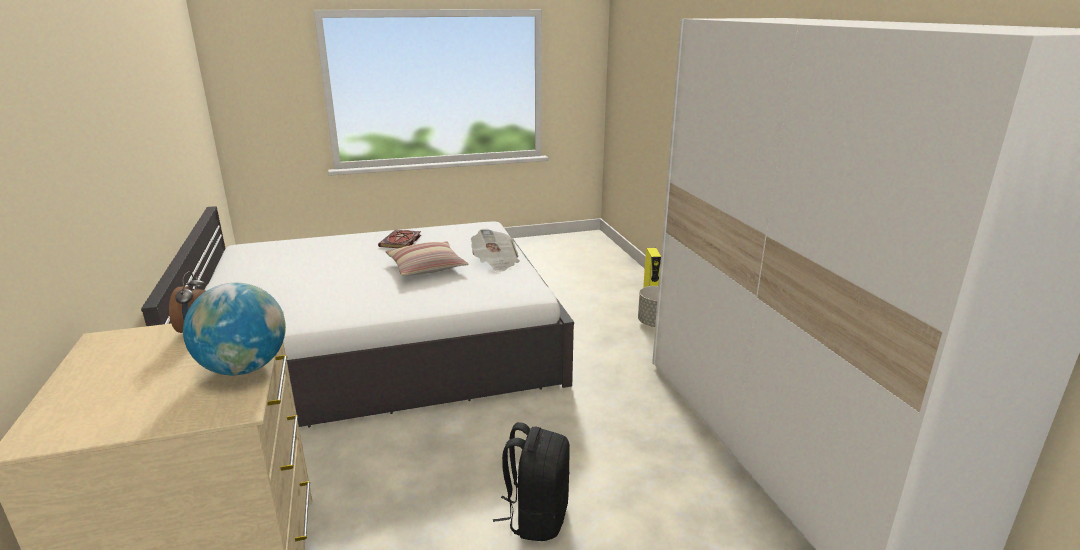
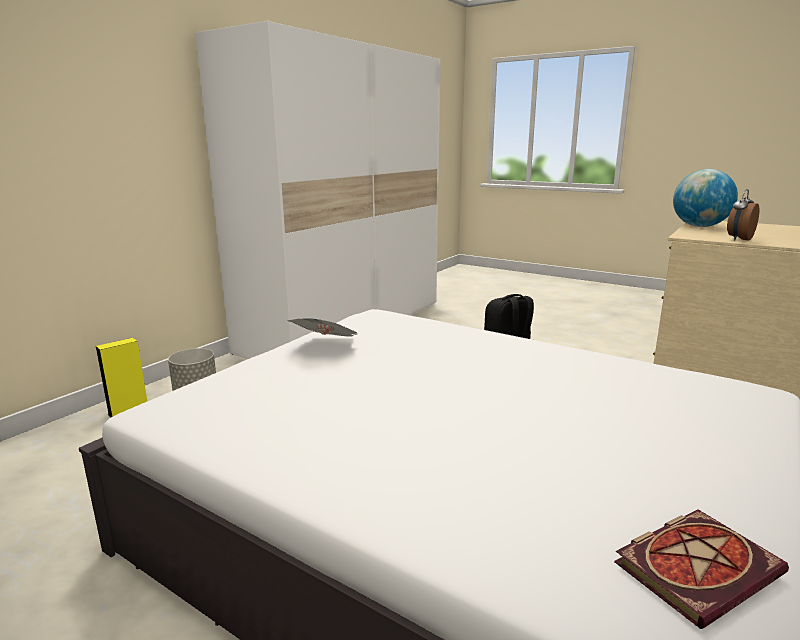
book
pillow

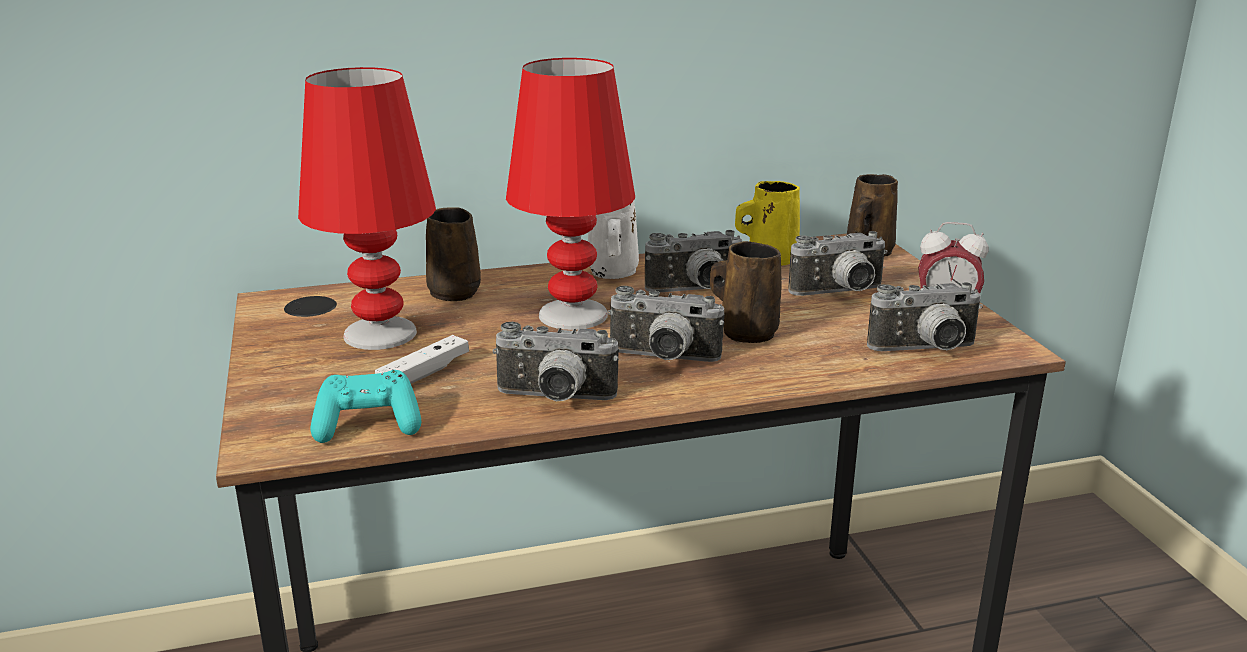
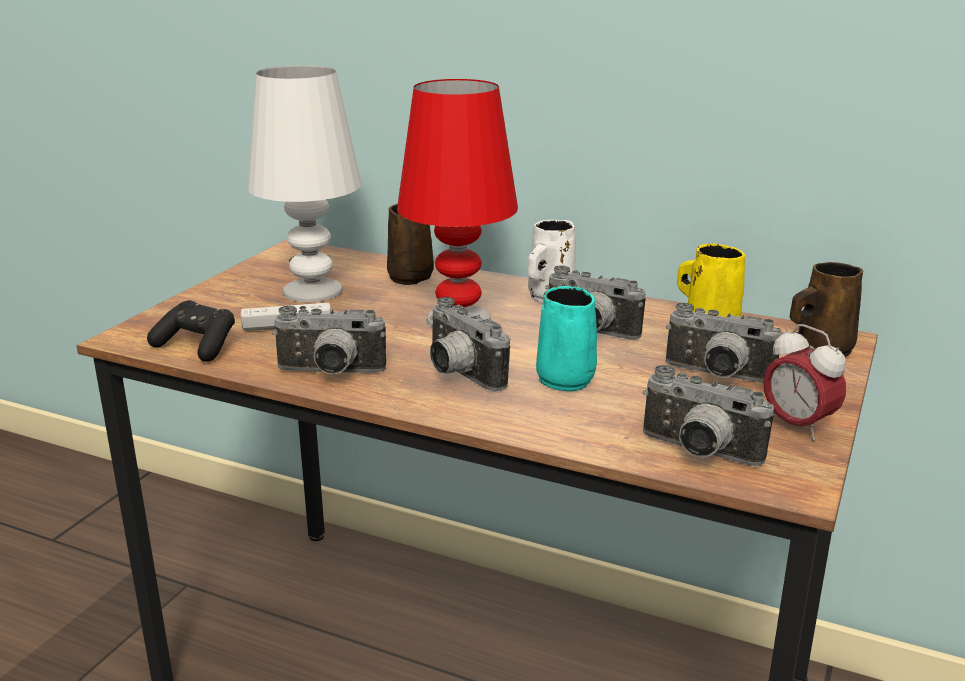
black game controller
white table lamp
photo camera (1st from left)
turquoise mug

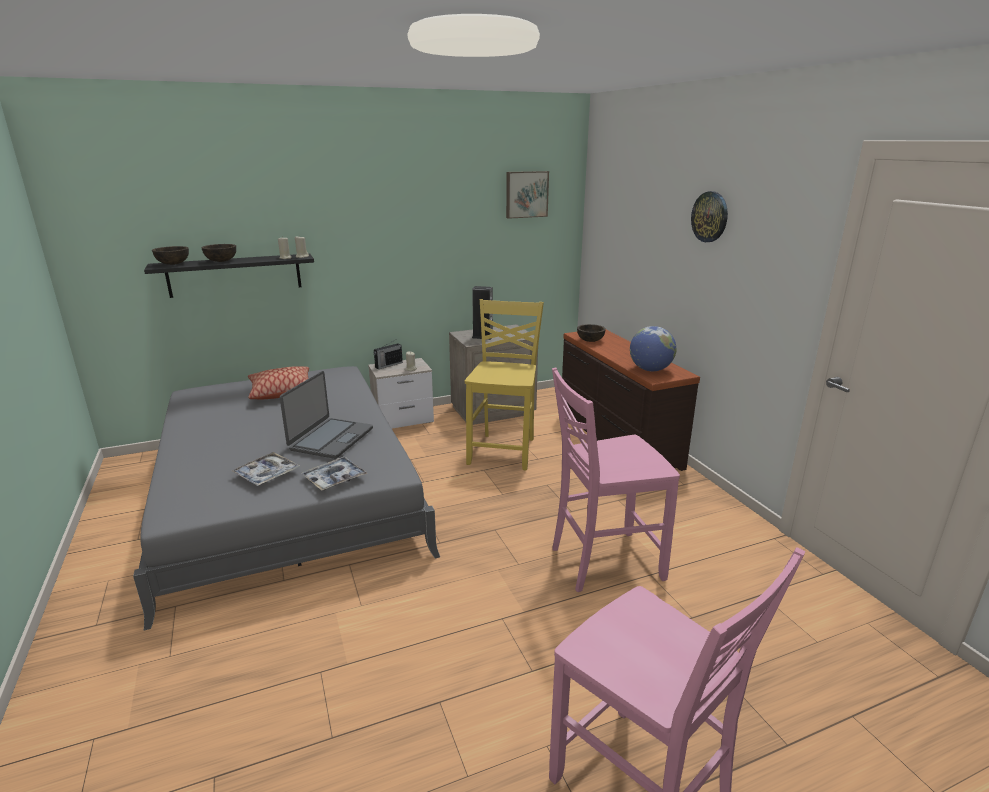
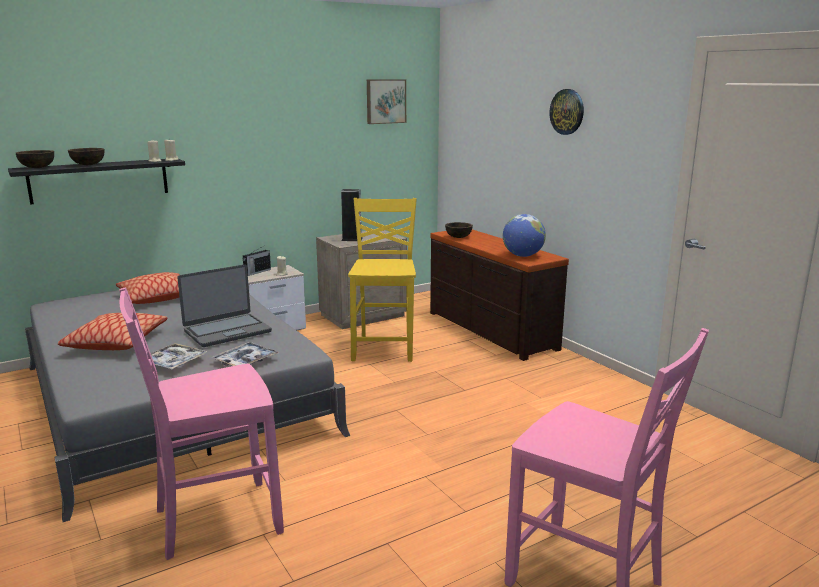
pillow (1st from left)
pink chair (1st from left)
laptop

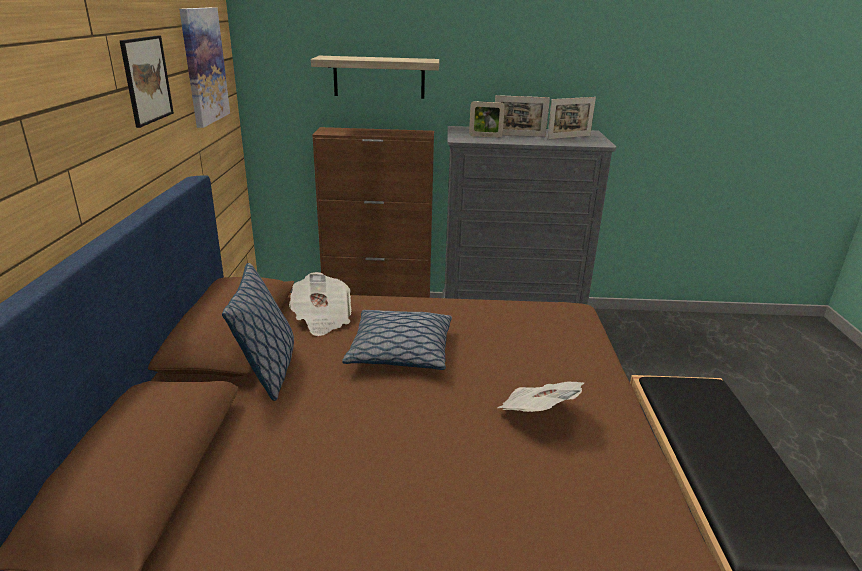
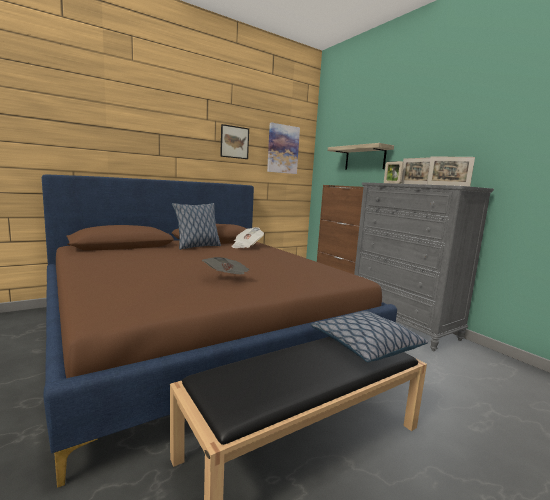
pillow (2nd from left)

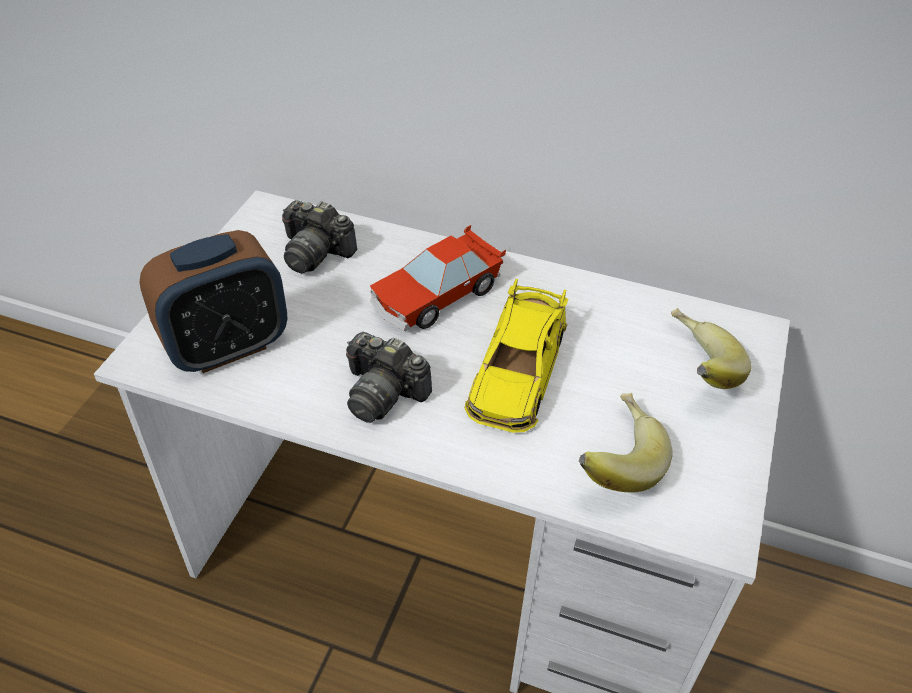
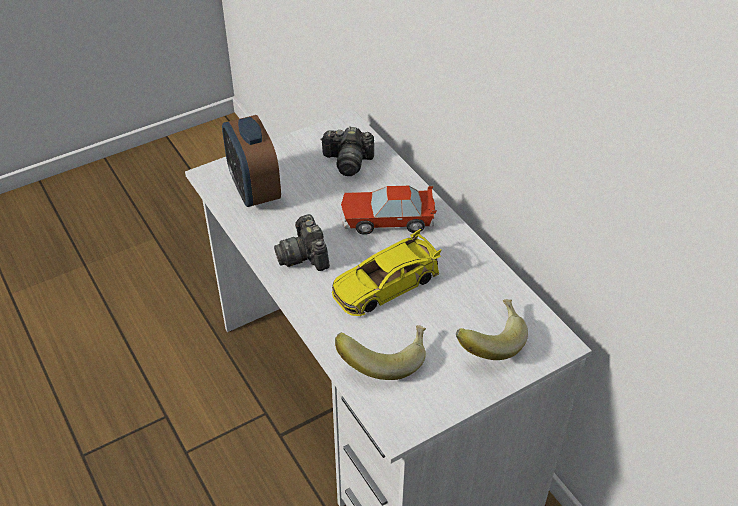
alarm clock
photo camera (2nd from left)

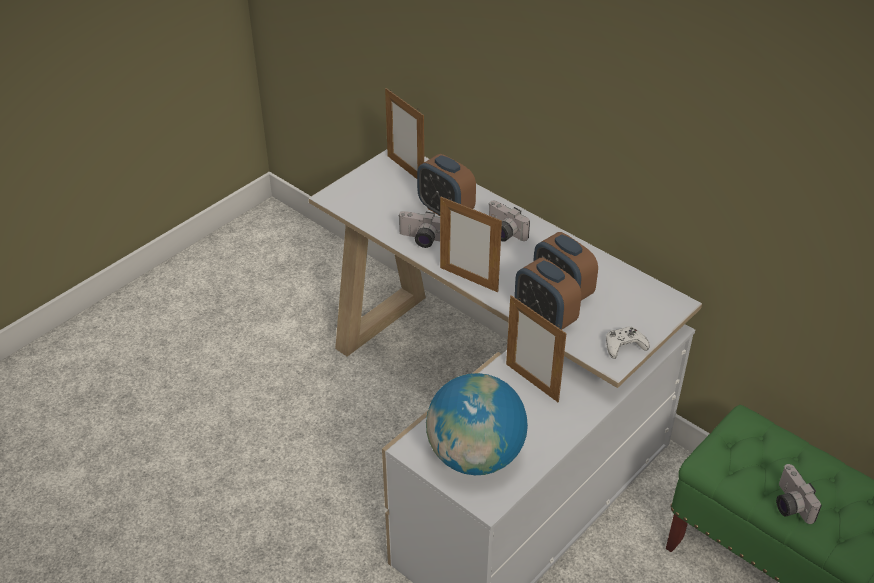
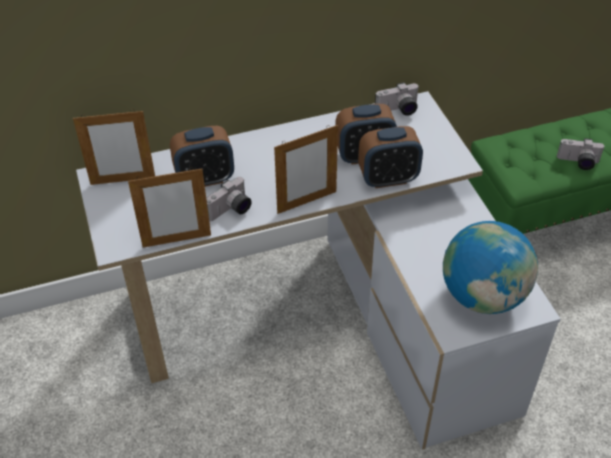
picture frame (2nd from left)
photo camera (2nd from left)
white game controller

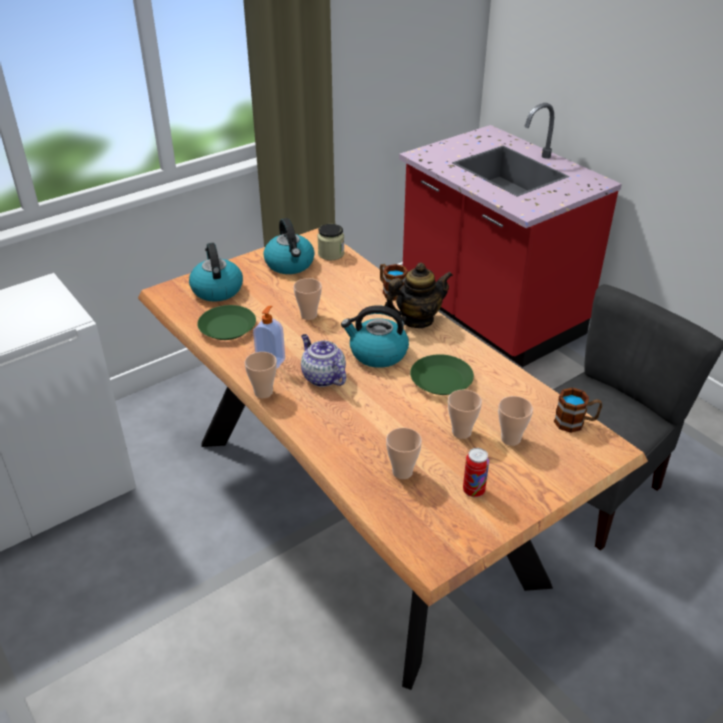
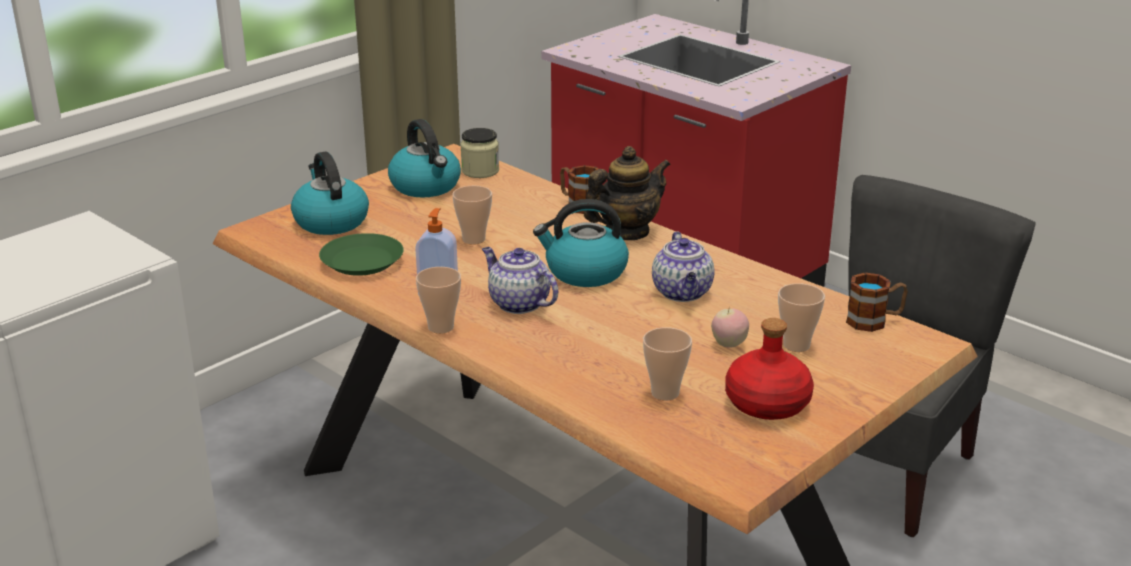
teapot (3rd from left)
apple
red bottle

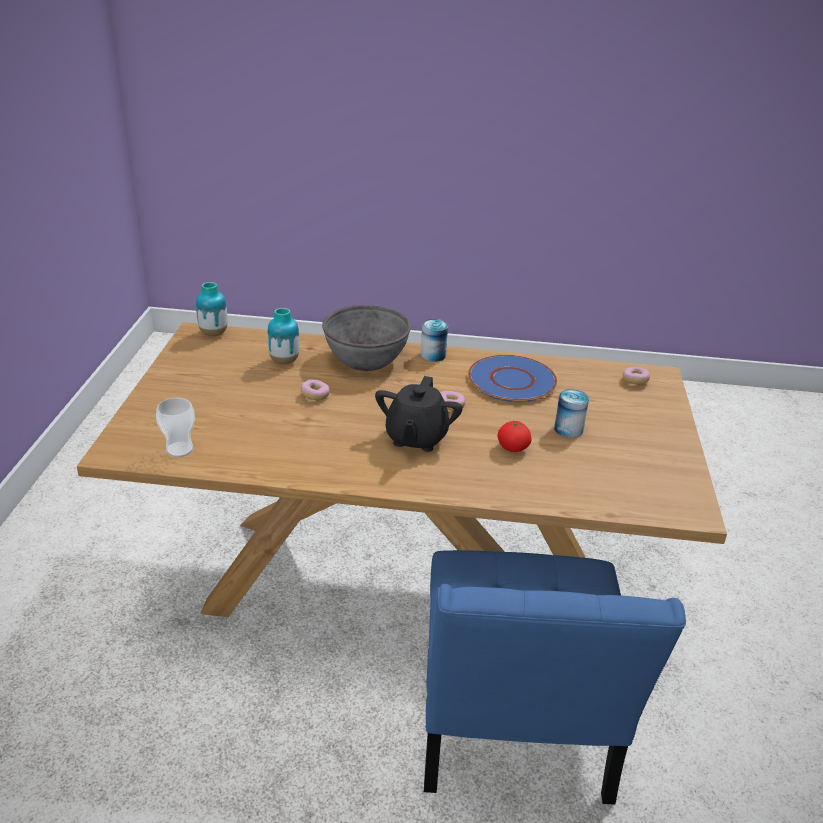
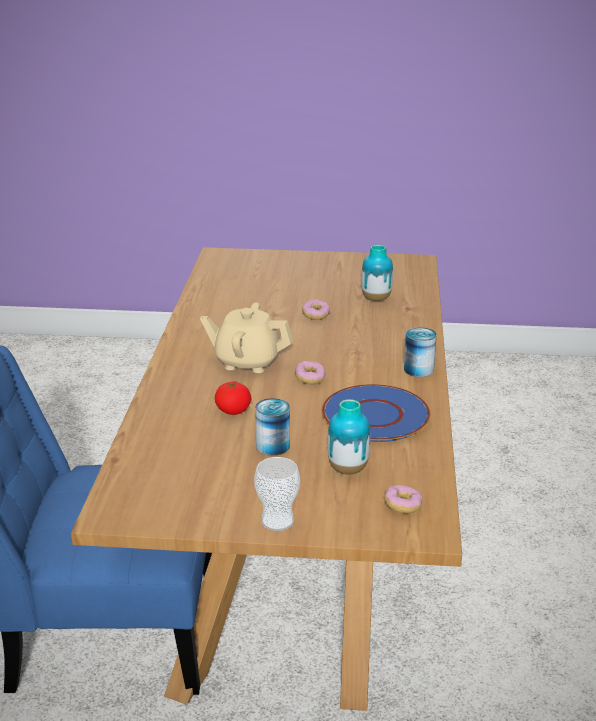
beige teapot
cup
vase (1st from left)
grey bowl

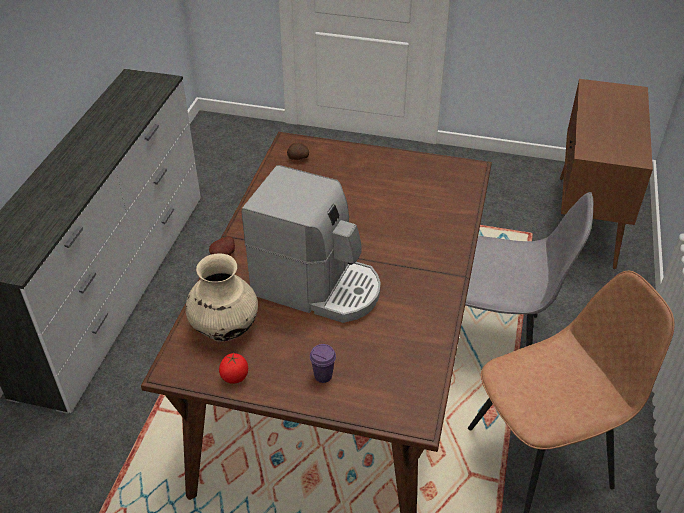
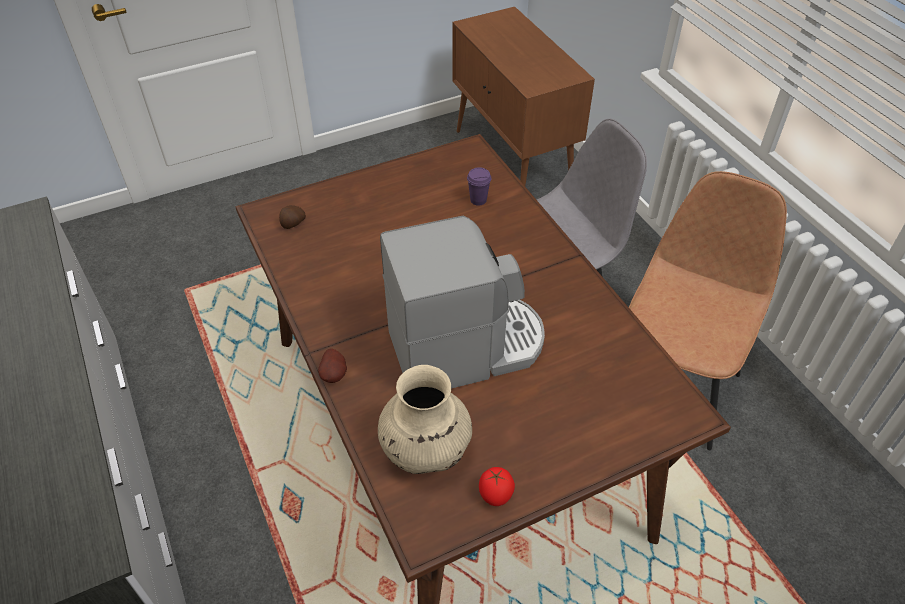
purple cup

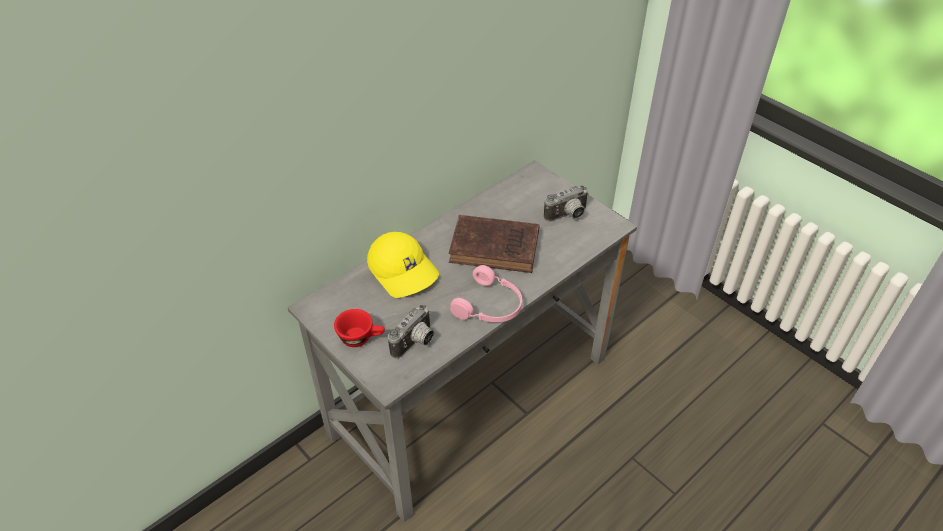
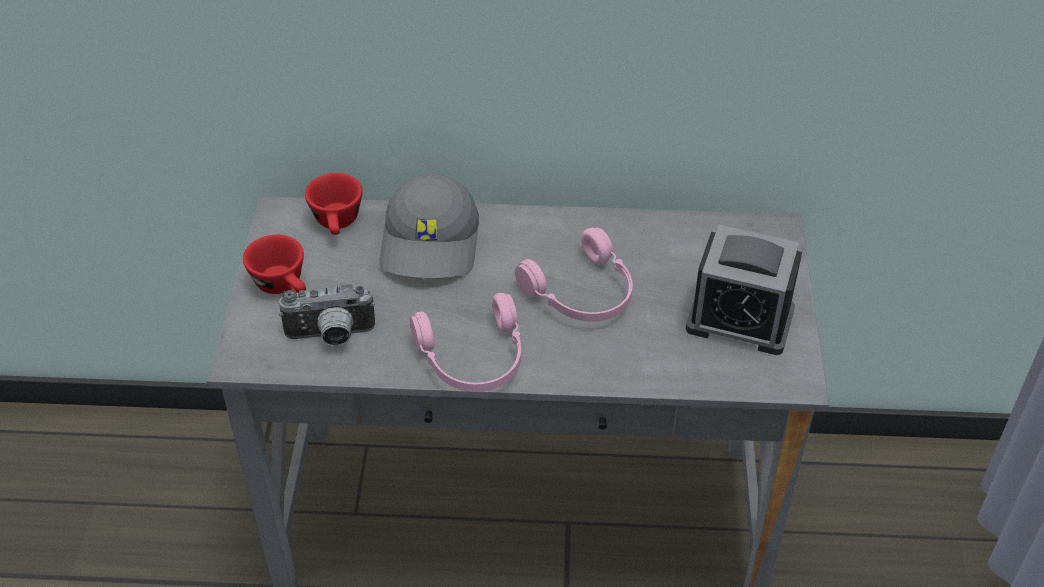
red cup (2nd from left)
grey cap
pink headphones (2nd from left)
alarm clock

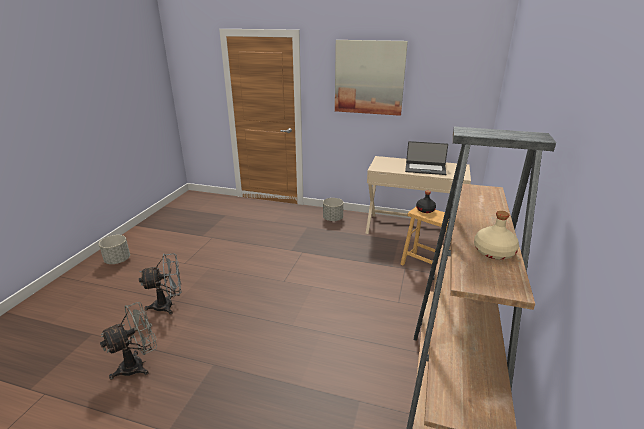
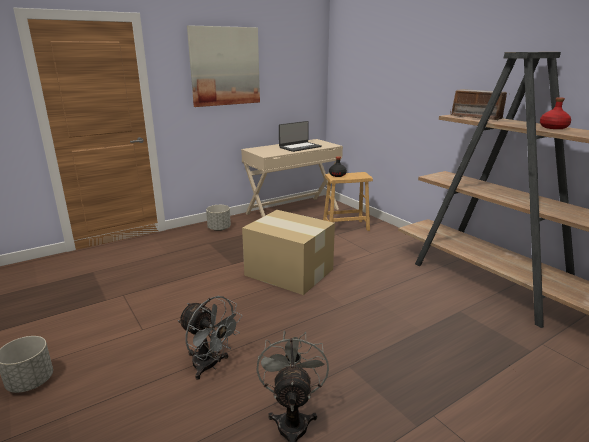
grey fan (1st from left)
cardboard box
radio
red bottle

